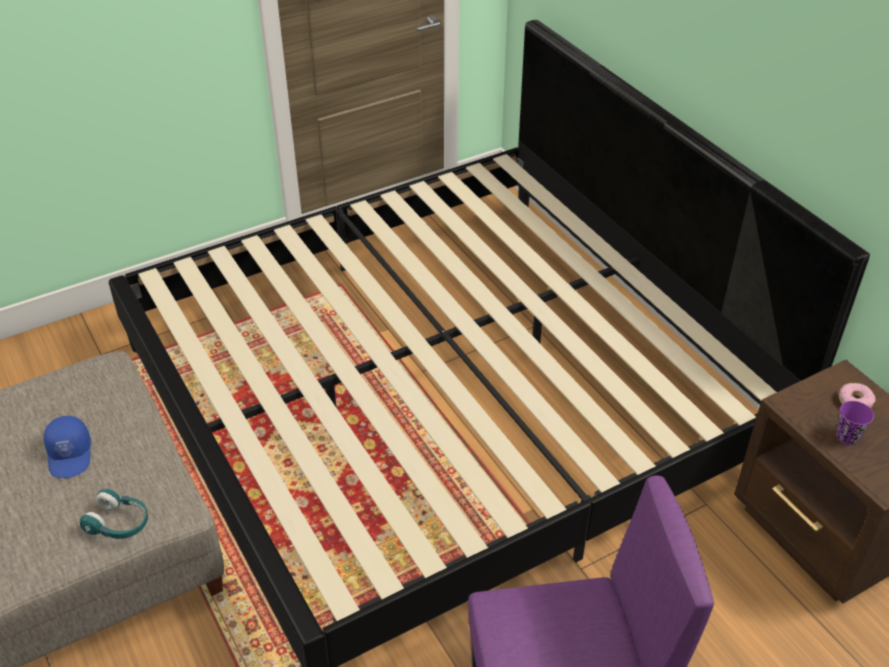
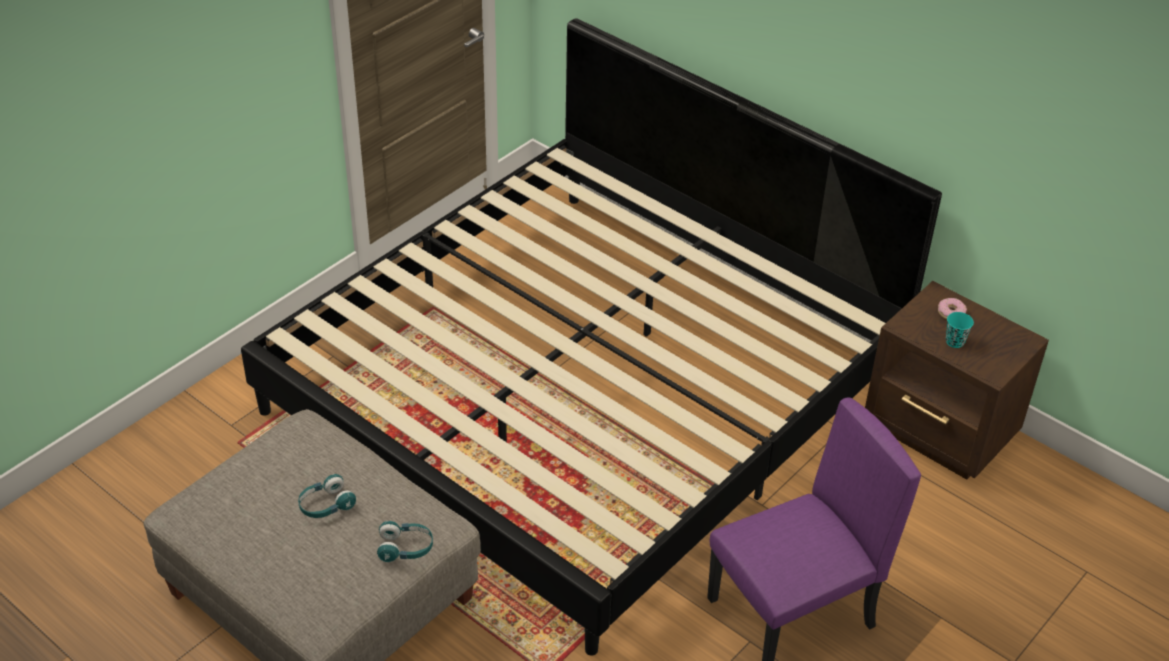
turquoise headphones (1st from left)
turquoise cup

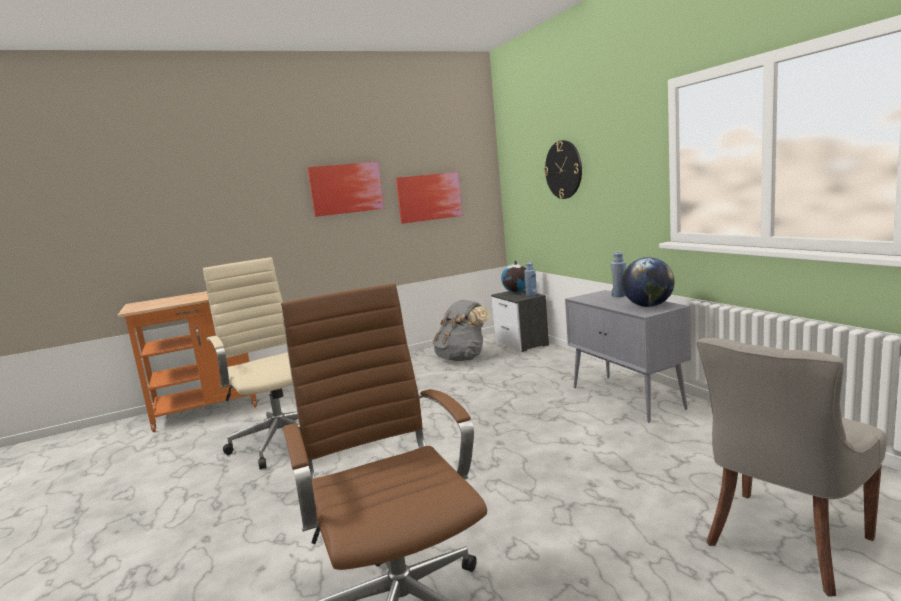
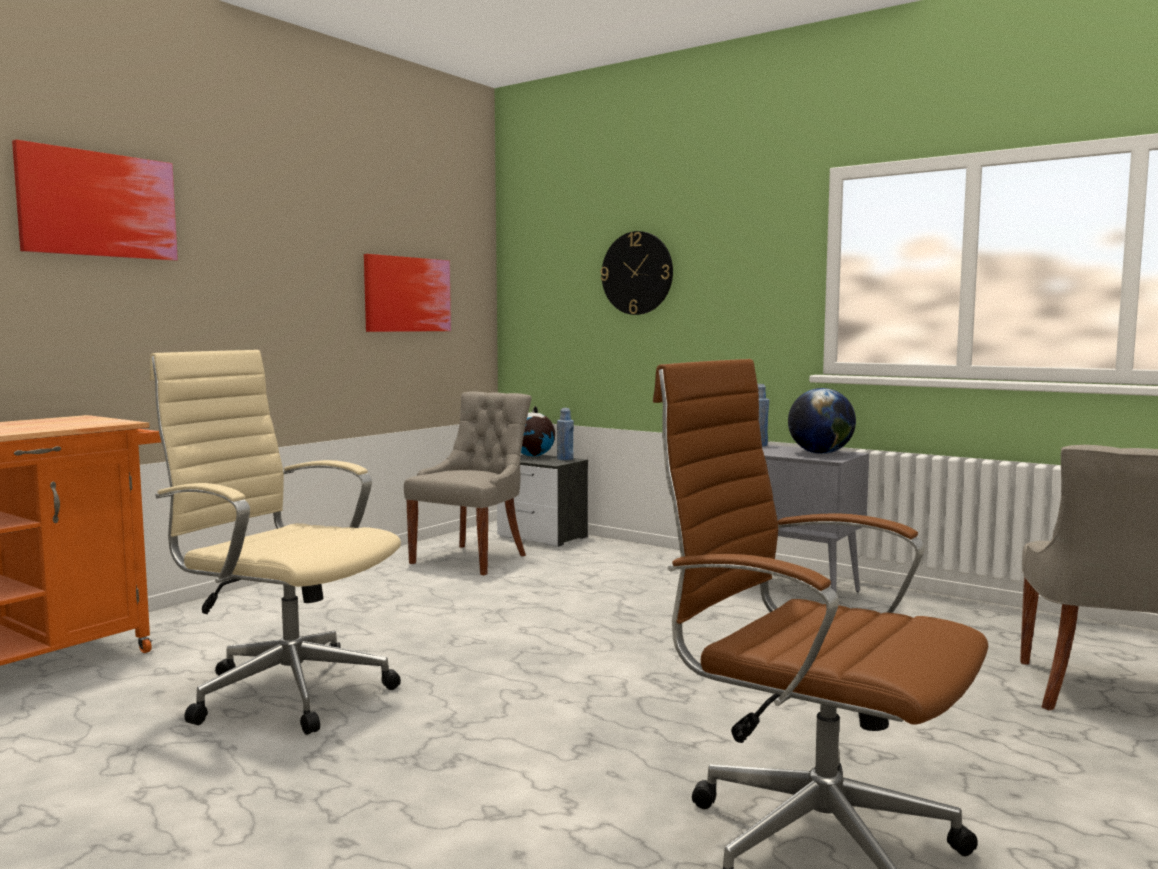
picture (1st from left)
grey chair (1st from left)

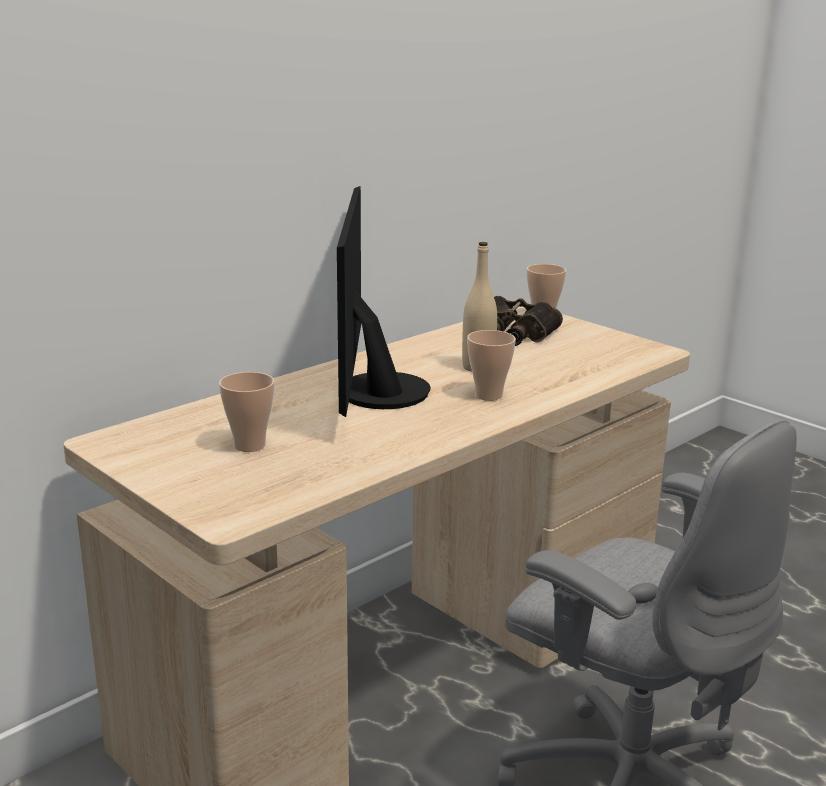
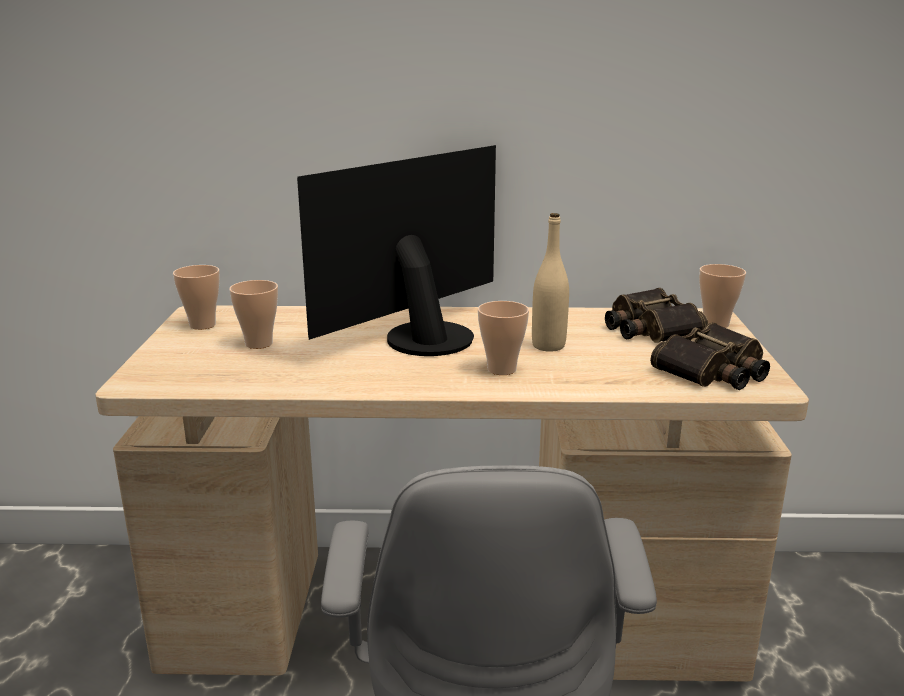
cup (1st from left)
binoculars (2nd from left)

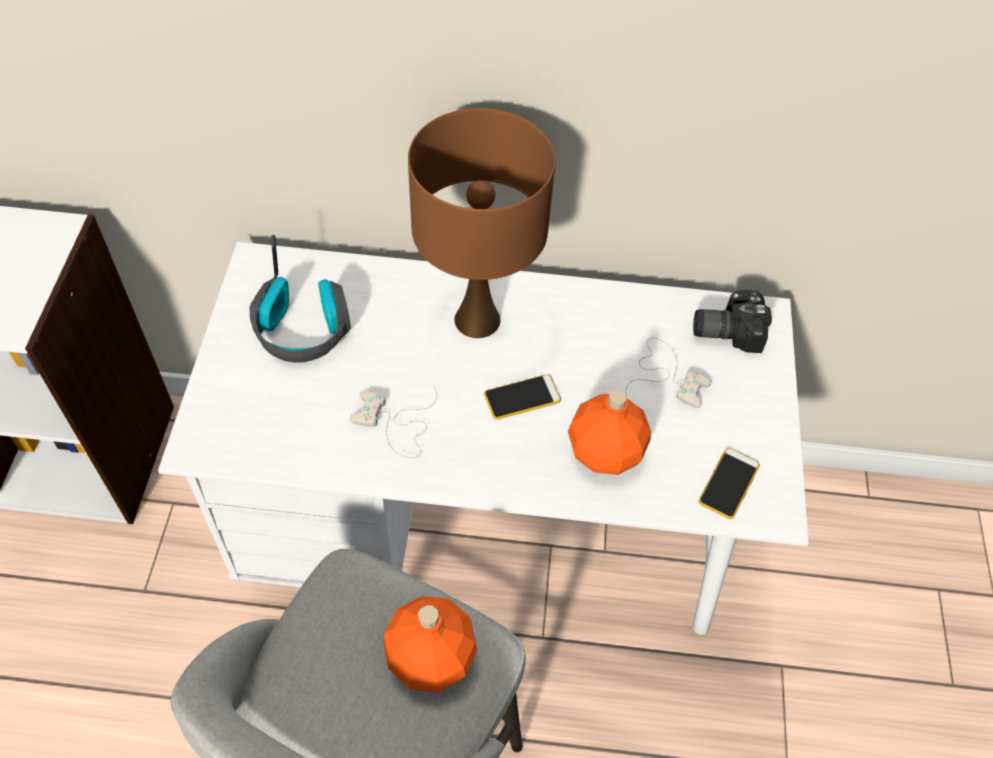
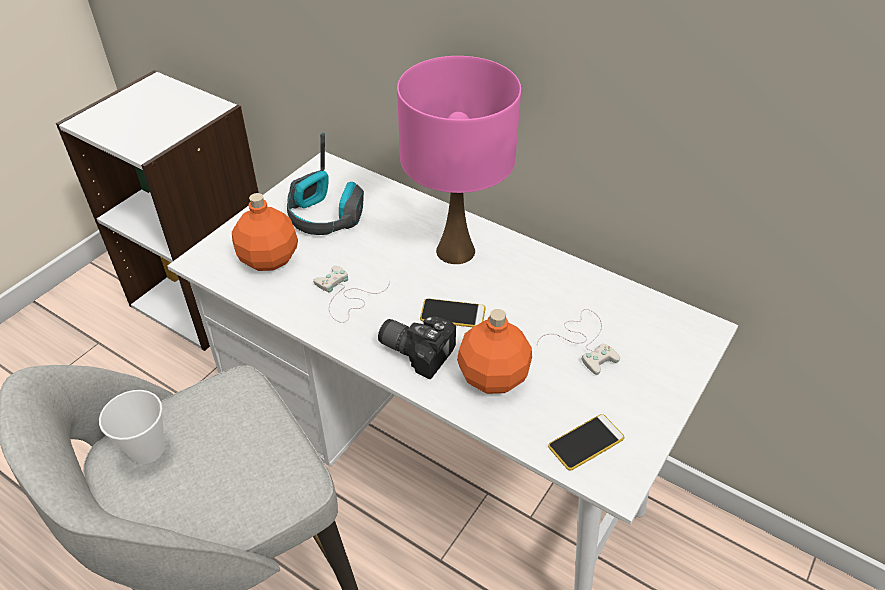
cup
orange bottle (1st from left)
photo camera
pink table lamp

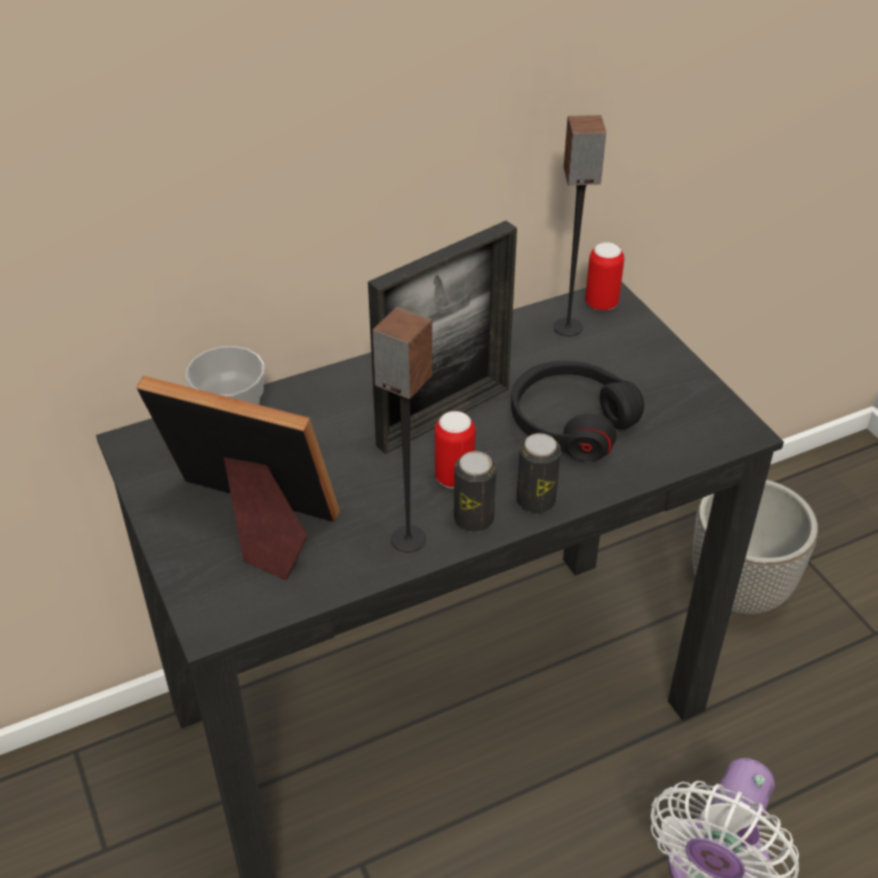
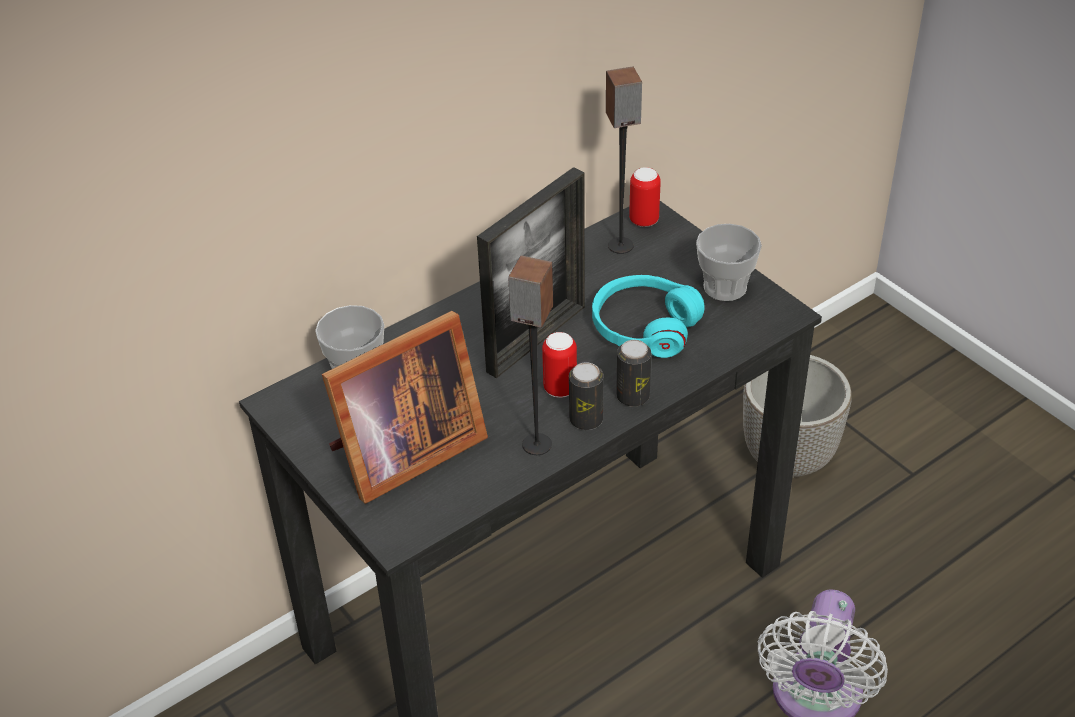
picture frame (1st from left)
turquoise headphones
cup (2nd from left)

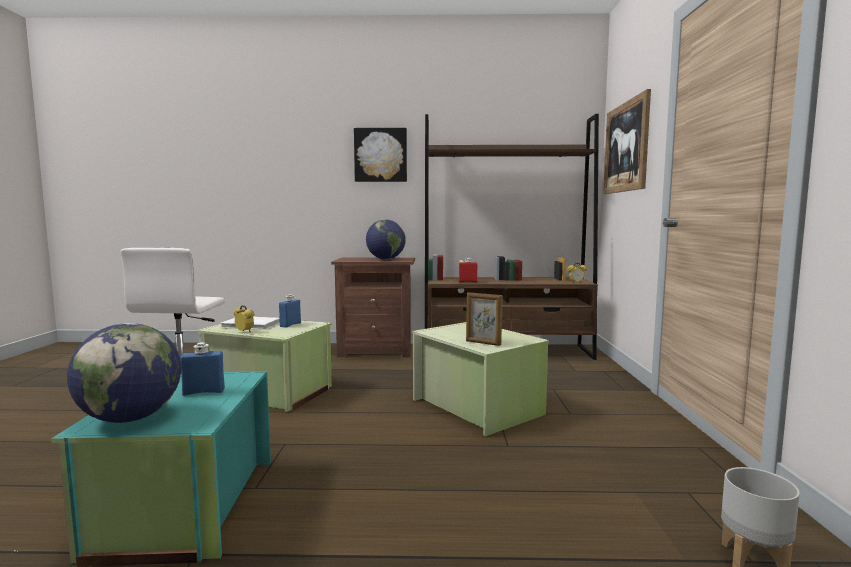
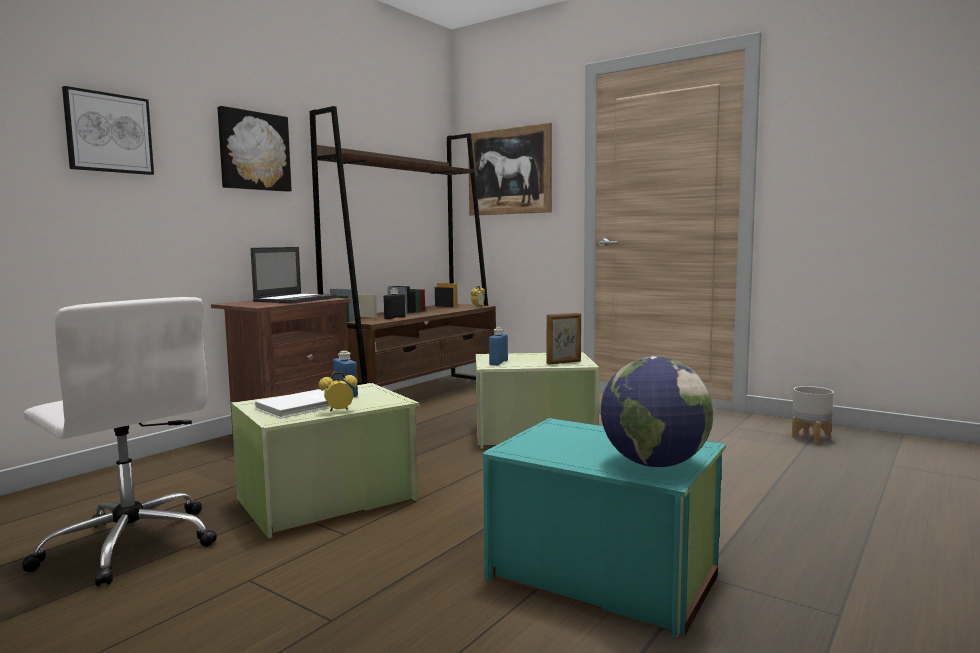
picture (1st from left)
laptop
black bottle
blue bottle (2nd from left)

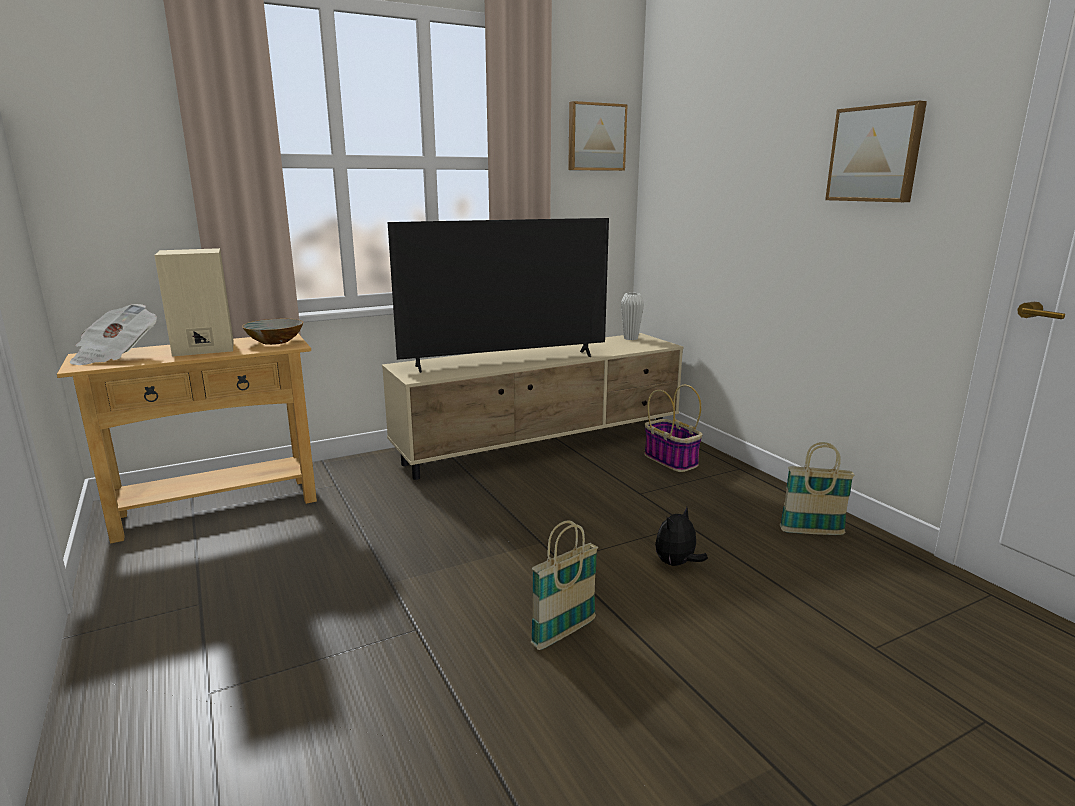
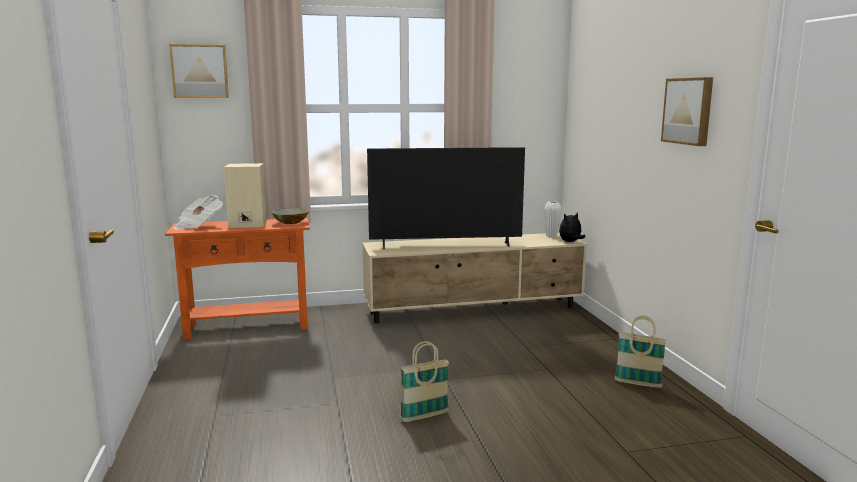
orange console table
picture (1st from left)
plush toy
basket (2nd from left in the first image)

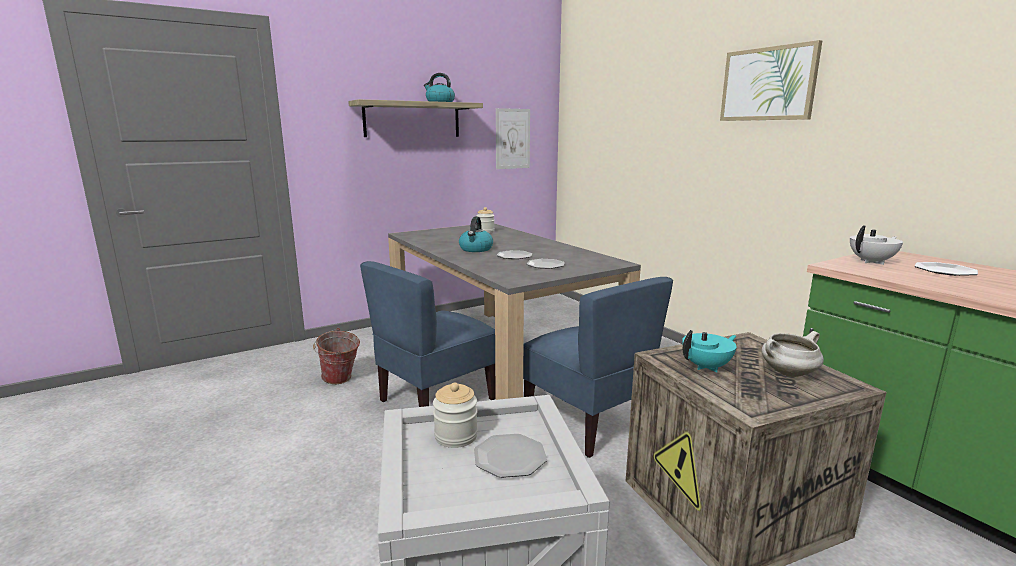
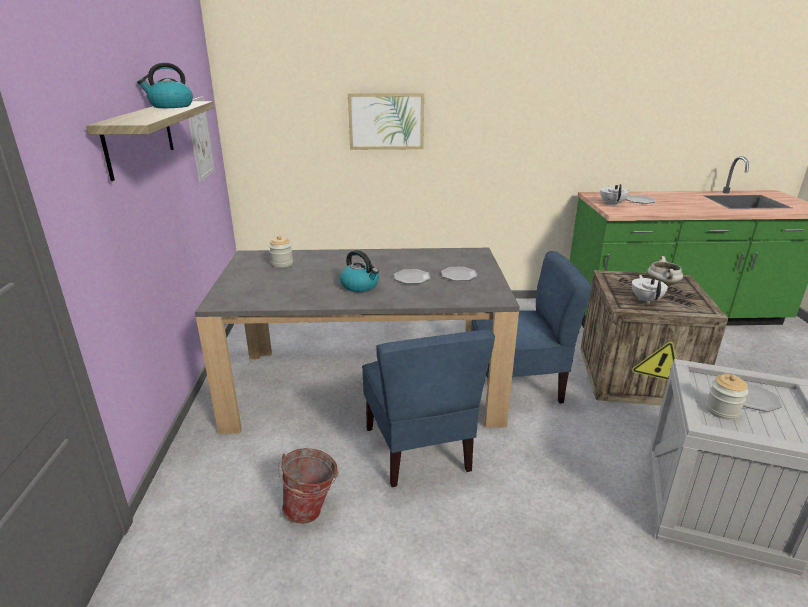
picture (2nd from left)
white teapot (2nd from left)

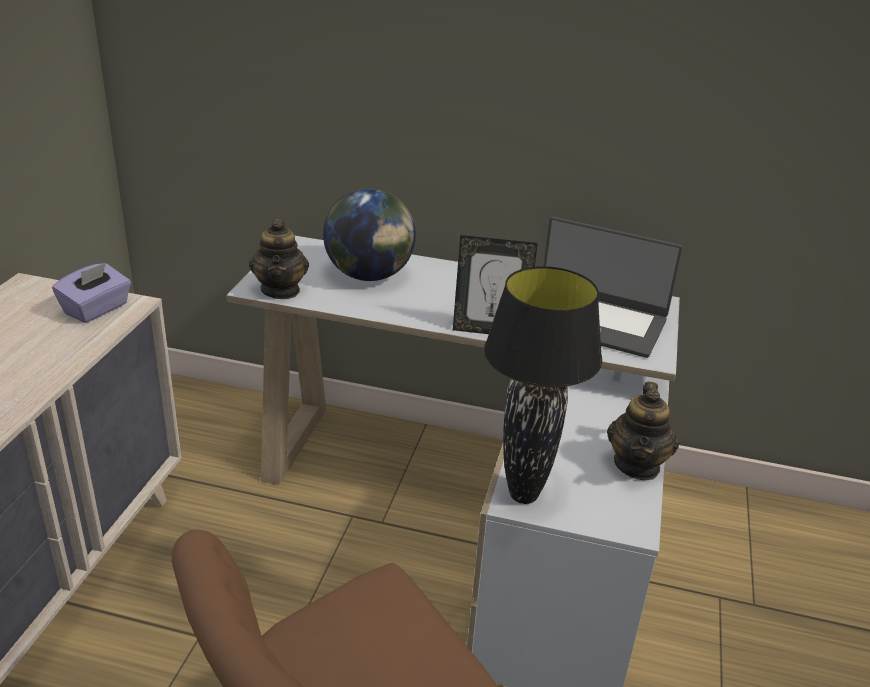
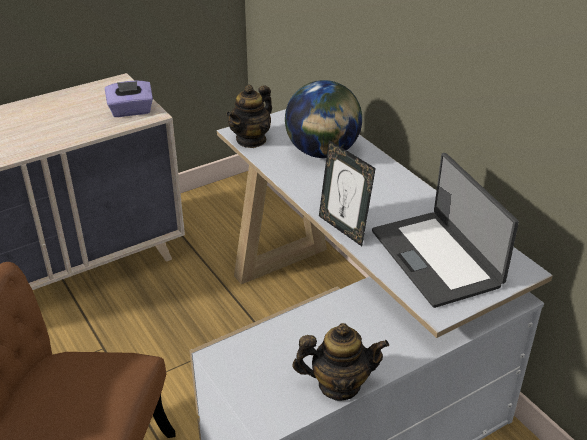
teapot (2nd from left)
black table lamp

